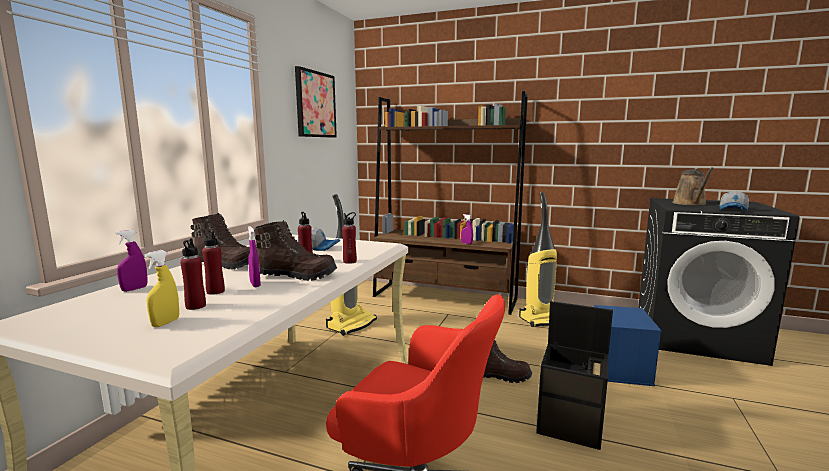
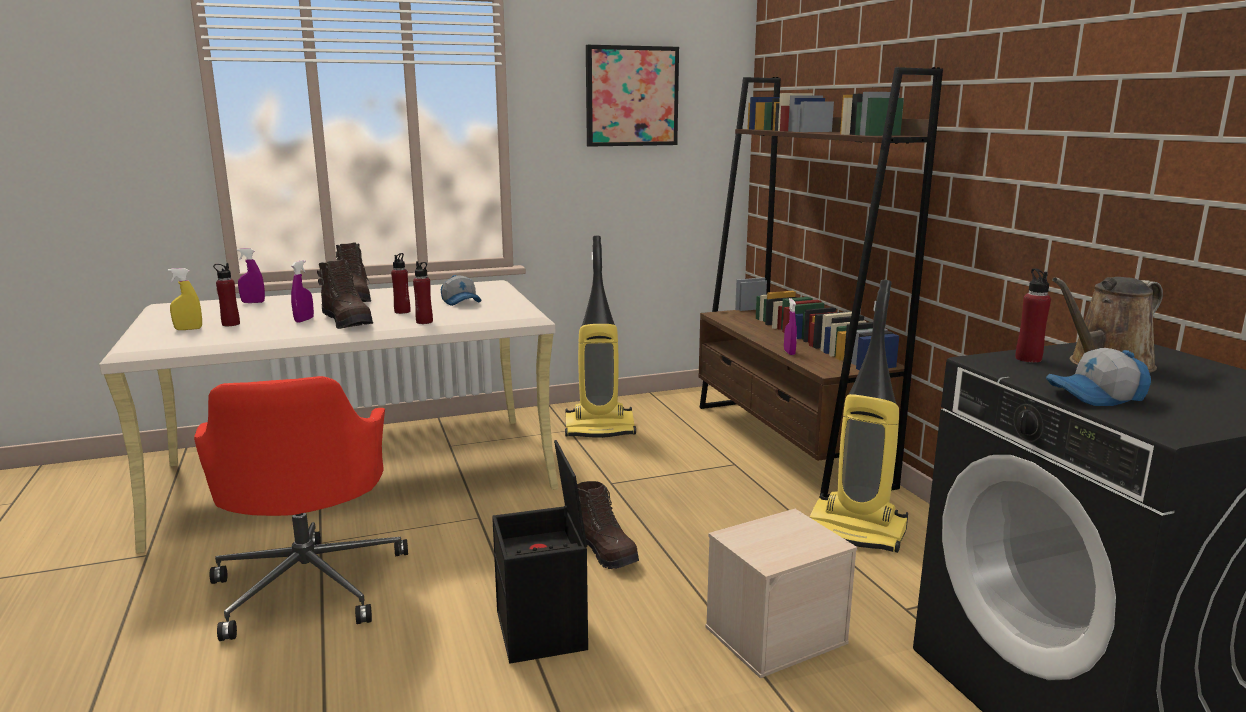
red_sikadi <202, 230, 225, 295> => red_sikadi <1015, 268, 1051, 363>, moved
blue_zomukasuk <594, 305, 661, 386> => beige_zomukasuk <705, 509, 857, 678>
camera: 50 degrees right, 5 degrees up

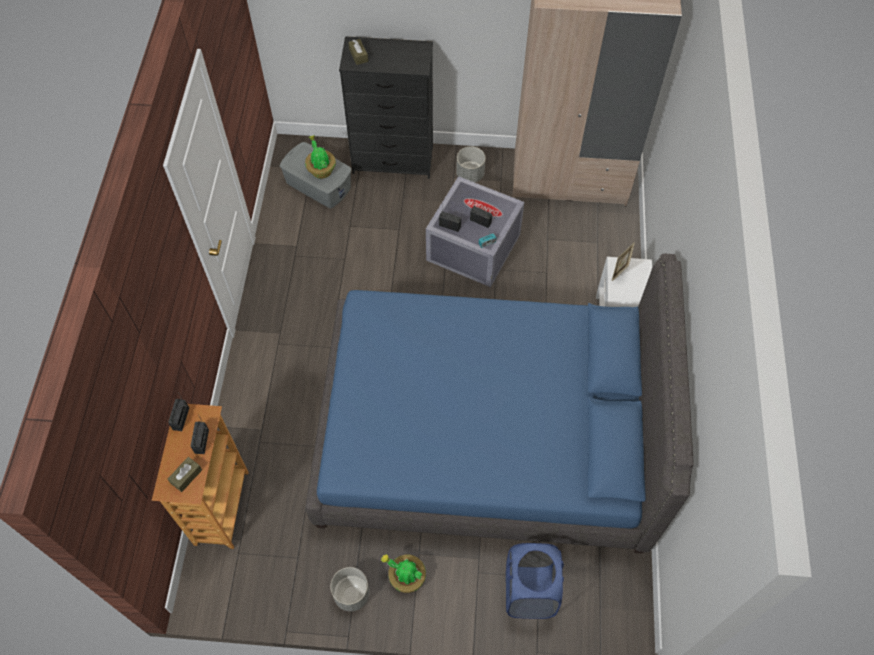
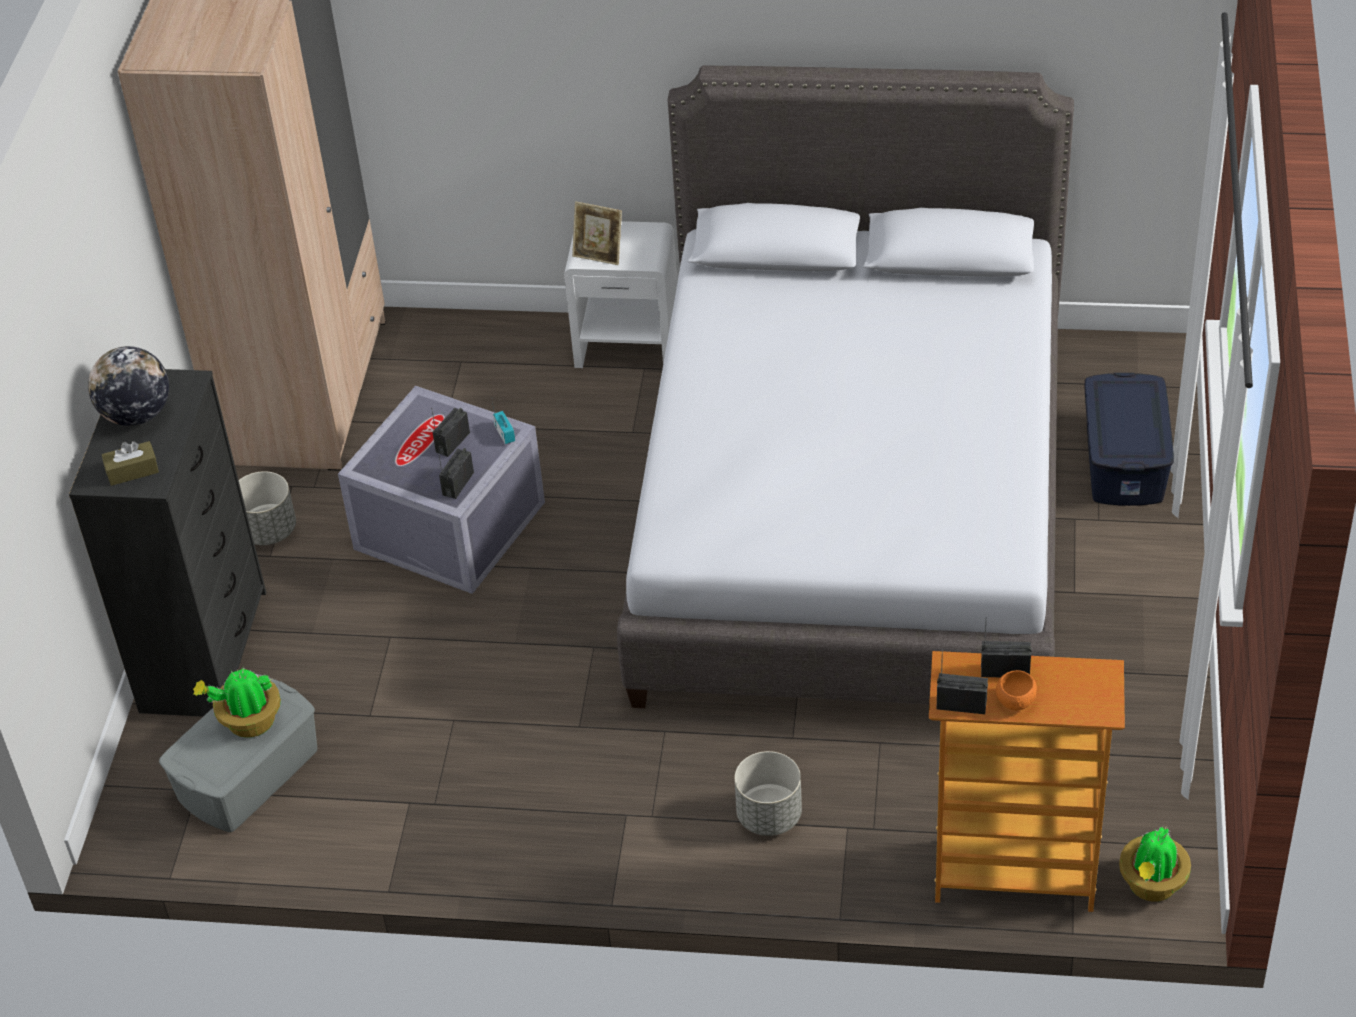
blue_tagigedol <306, 254, 694, 554> => grey_tagigedol <617, 66, 1074, 708>
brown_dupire <168, 457, 202, 492> => nothing
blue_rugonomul <506, 543, 564, 619> => blue_zomukasuk <1085, 373, 1174, 506>
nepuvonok <381, 554, 426, 593> => nepuvonok <1119, 827, 1191, 902>, moved
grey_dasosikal <330, 567, 370, 611> => grey_dasosikal <734, 751, 802, 836>, moved
nothing => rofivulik <88, 346, 169, 426>
nothing => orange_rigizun <996, 670, 1037, 711>
camera: 85 degrees left, 15 degrees down

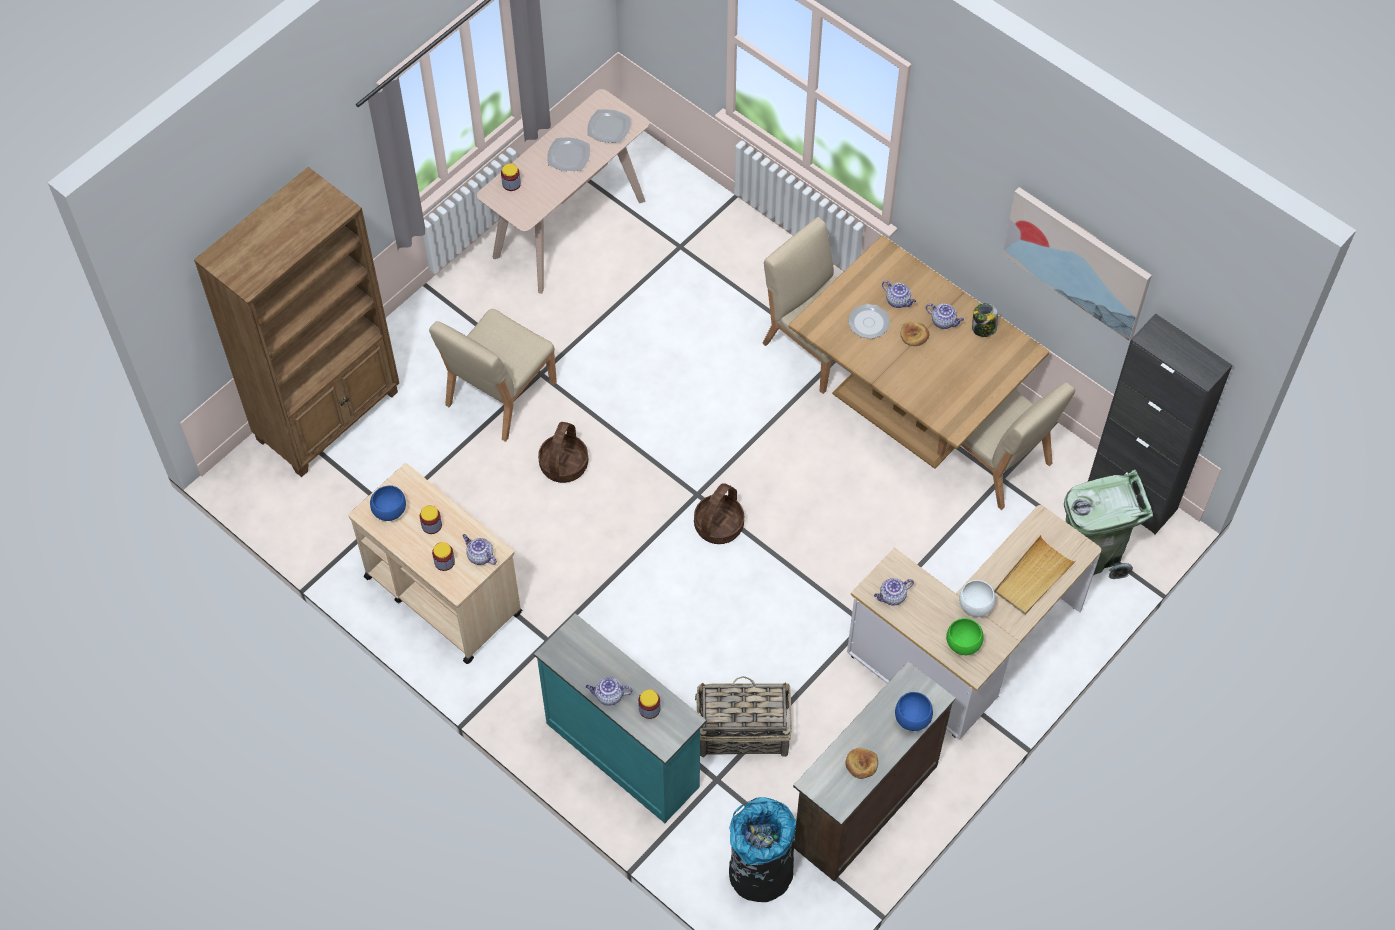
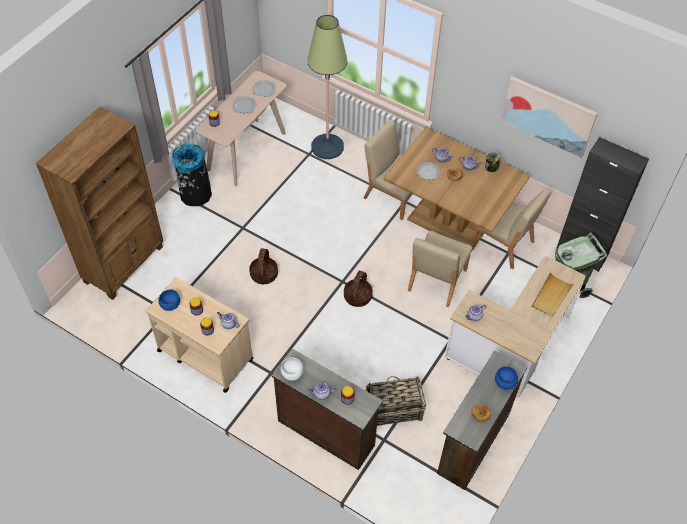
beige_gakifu <429, 309, 557, 442> => beige_gakifu <408, 231, 472, 307>, moved
white_rigizun <959, 580, 996, 617> => white_rigizun <280, 357, 304, 381>, moved
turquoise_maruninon <534, 613, 706, 823> => brown_maruninon <272, 348, 383, 470>
green_rigizun <946, 618, 984, 655> => nothing
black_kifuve <729, 797, 796, 902> => black_kifuve <172, 144, 212, 206>, moved
nothing => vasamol <308, 15, 347, 159>
camera: 10 degrees left, 5 degrees down

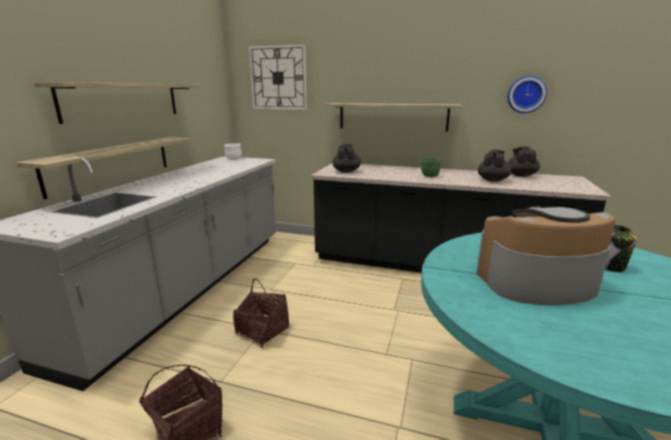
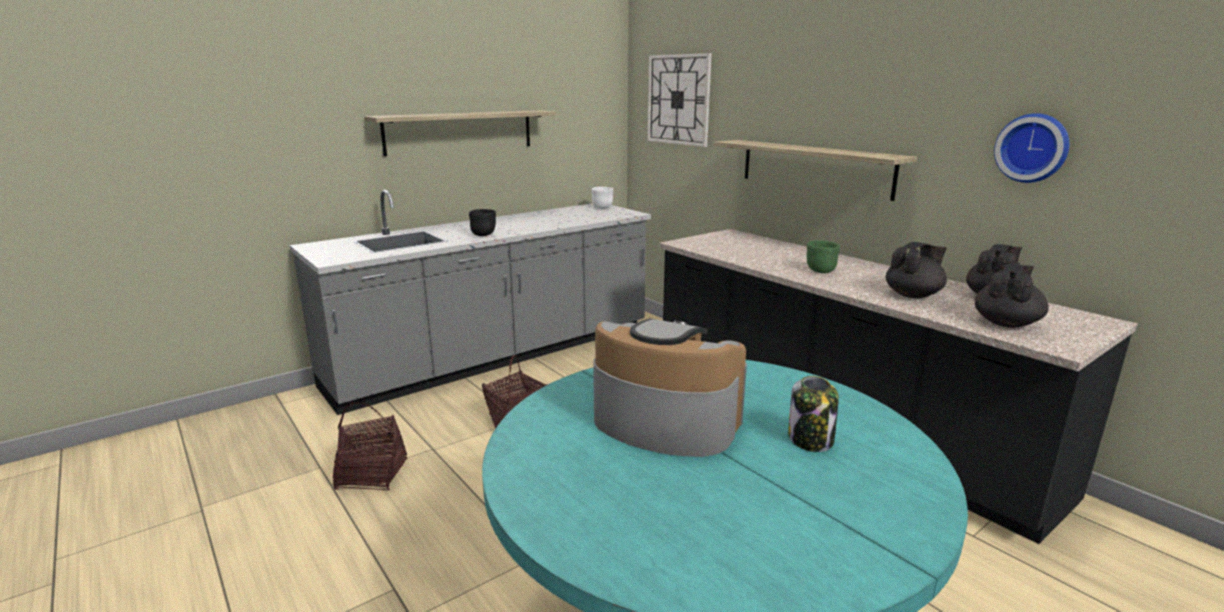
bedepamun <16, 137, 191, 199> => nothing
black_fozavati <333, 144, 361, 173> => black_fozavati <975, 264, 1049, 327>, moved
nothing => black_rigizun <469, 209, 496, 236>
camera: 35 degrees right, 0 degrees up

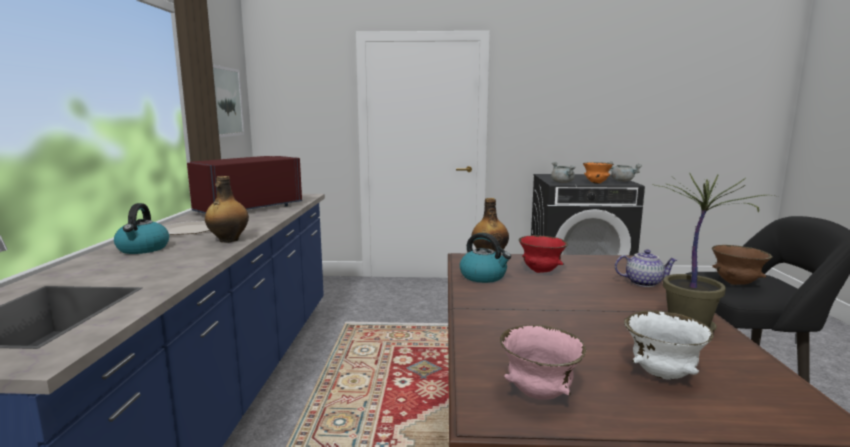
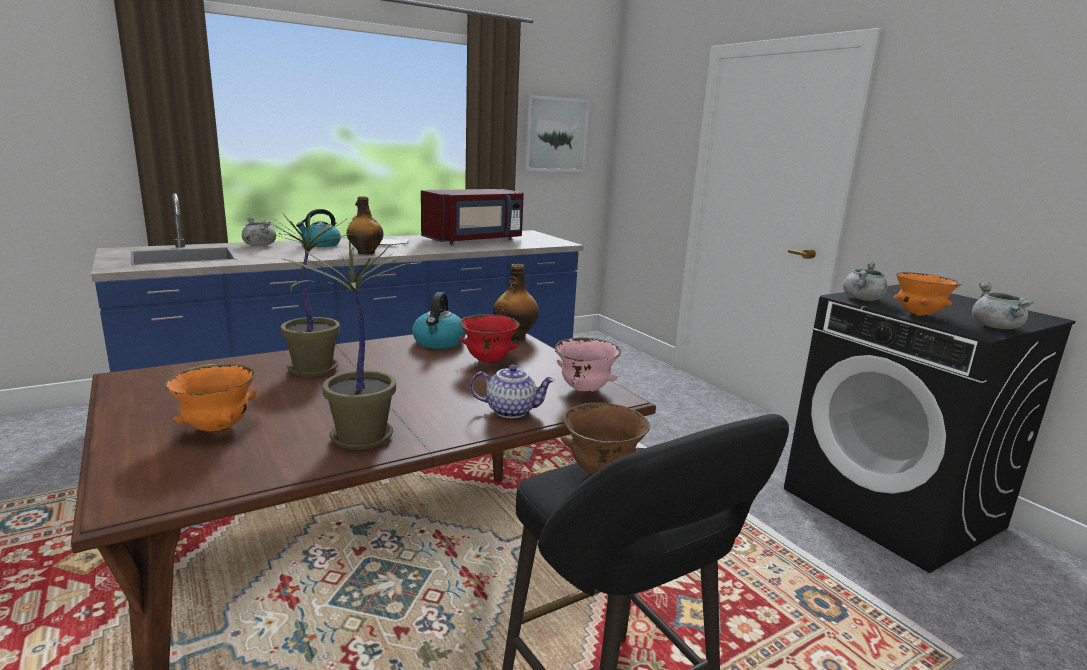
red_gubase <187, 156, 302, 214> => red_gubase <421, 189, 524, 244>, 135 degrees clockwise
fozavati <615, 249, 677, 287> => fozavati <470, 365, 555, 418>, 60 degrees counterclockwise
white_rigizun <624, 310, 714, 380> => orange_rigizun <165, 363, 256, 432>
pink_rigizun <500, 325, 586, 400> => pink_rigizun <555, 337, 621, 392>, moved
nothing => nepuvonok <261, 213, 361, 377>
nothing => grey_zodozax <242, 217, 276, 246>
camera: 55 degrees right, 5 degrees up

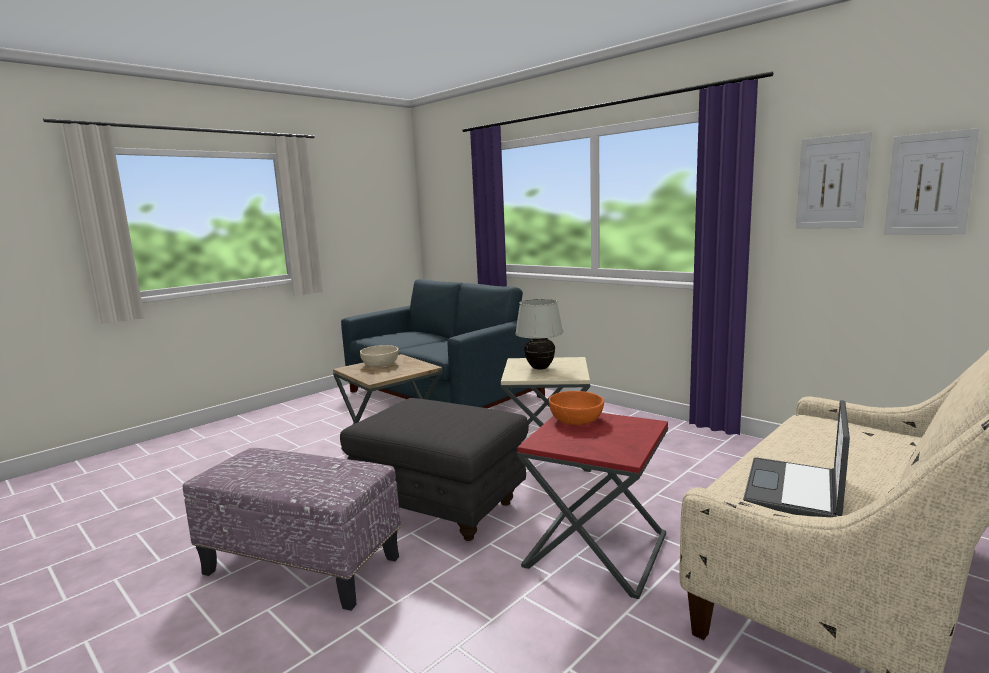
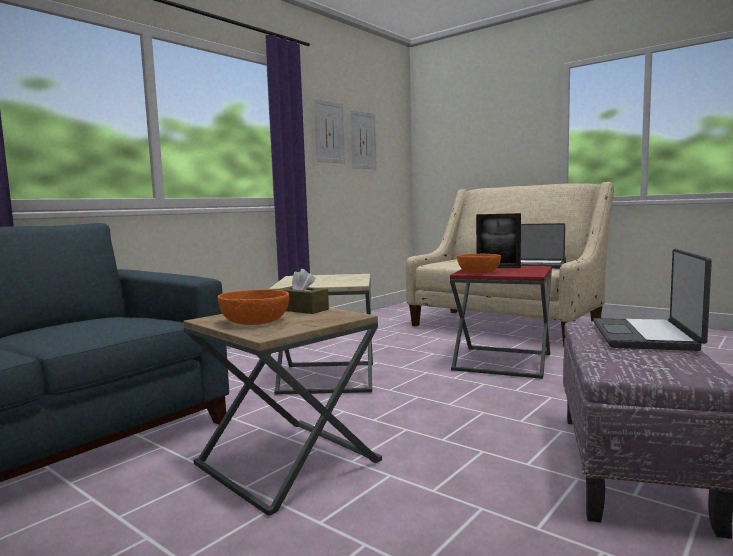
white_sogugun <515, 299, 563, 370> => nothing
beige_rigizun <360, 345, 399, 367> => orange_rigizun <218, 290, 289, 325>
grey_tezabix <340, 398, 529, 541> => nothing
nothing => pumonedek <476, 213, 521, 268>
nothing => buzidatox <593, 249, 712, 351>
nothing => brown_dupire <276, 269, 329, 314>
camera: 95 degrees left, 5 degrees down

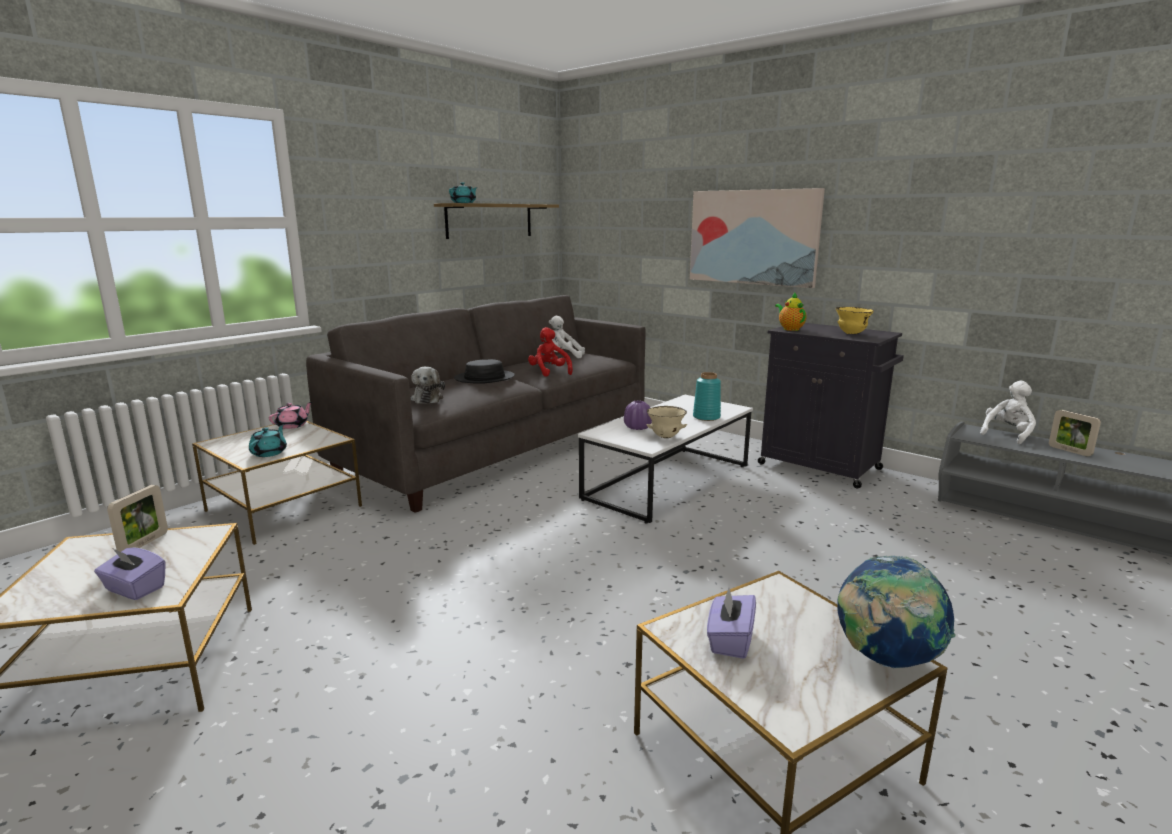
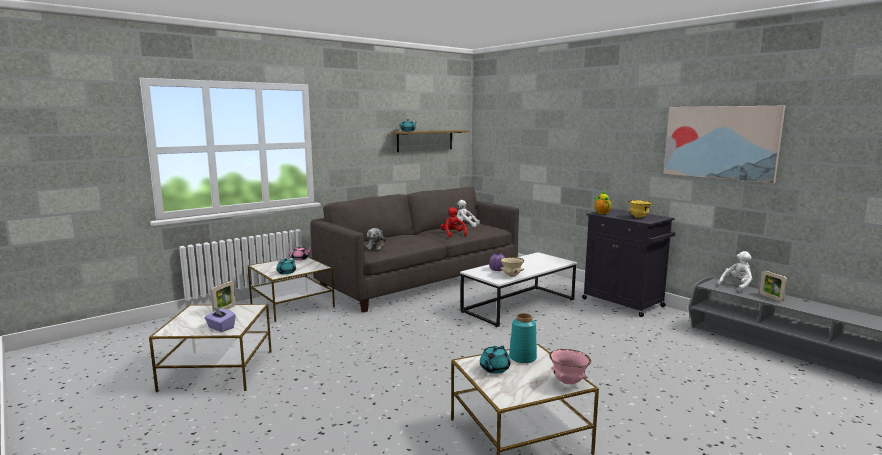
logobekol <690, 188, 825, 288> => logobekol <664, 106, 785, 183>, moved
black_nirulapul <454, 359, 515, 384> => nothing
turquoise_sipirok <693, 372, 721, 421> => turquoise_sipirok <509, 313, 537, 363>, moved
rofivulik <838, 556, 956, 668> => pink_rigizun <549, 349, 591, 384>
purple_dupire <707, 587, 756, 659> => turquoise_fozavati <480, 346, 510, 374>
camera: 10 degrees right, 5 degrees down

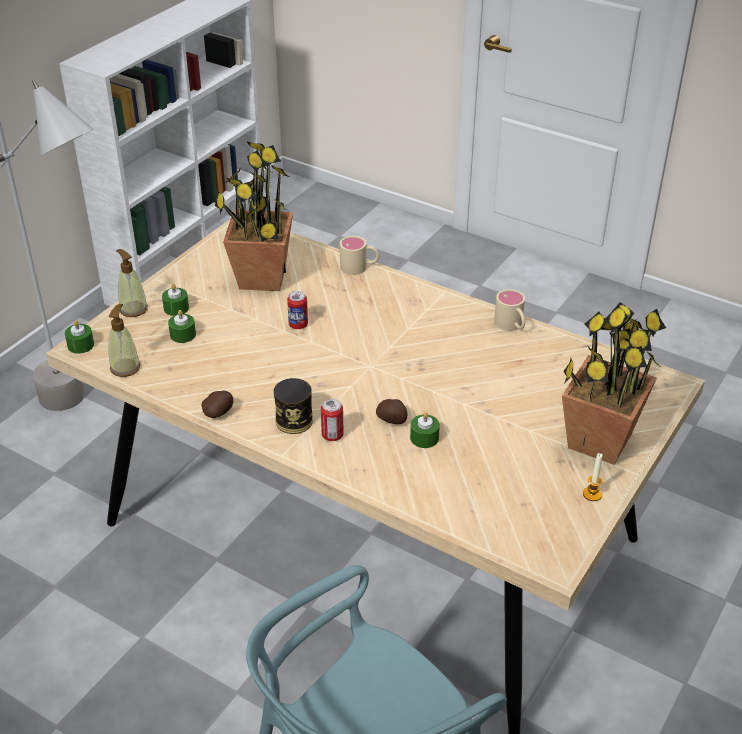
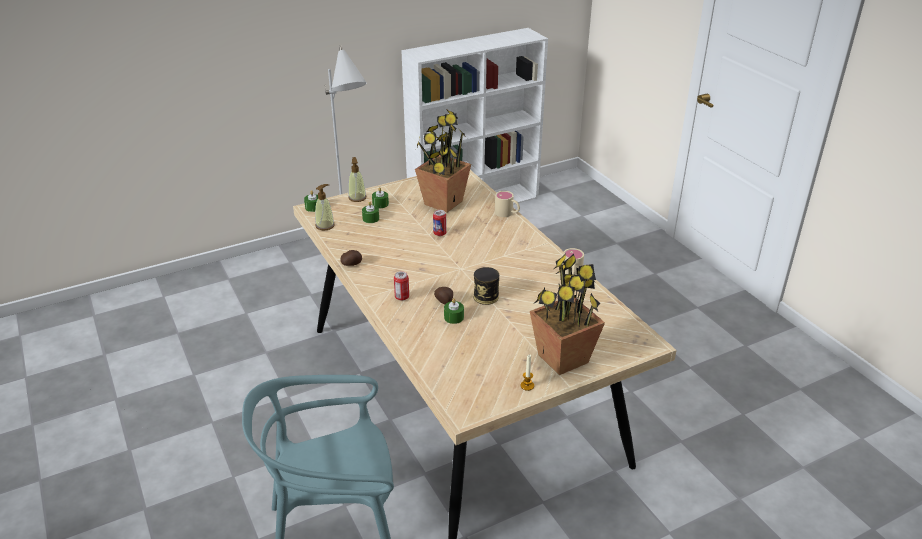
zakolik <274, 378, 313, 434> => zakolik <474, 267, 499, 305>, moved
camera: 30 degrees right, 5 degrees down

